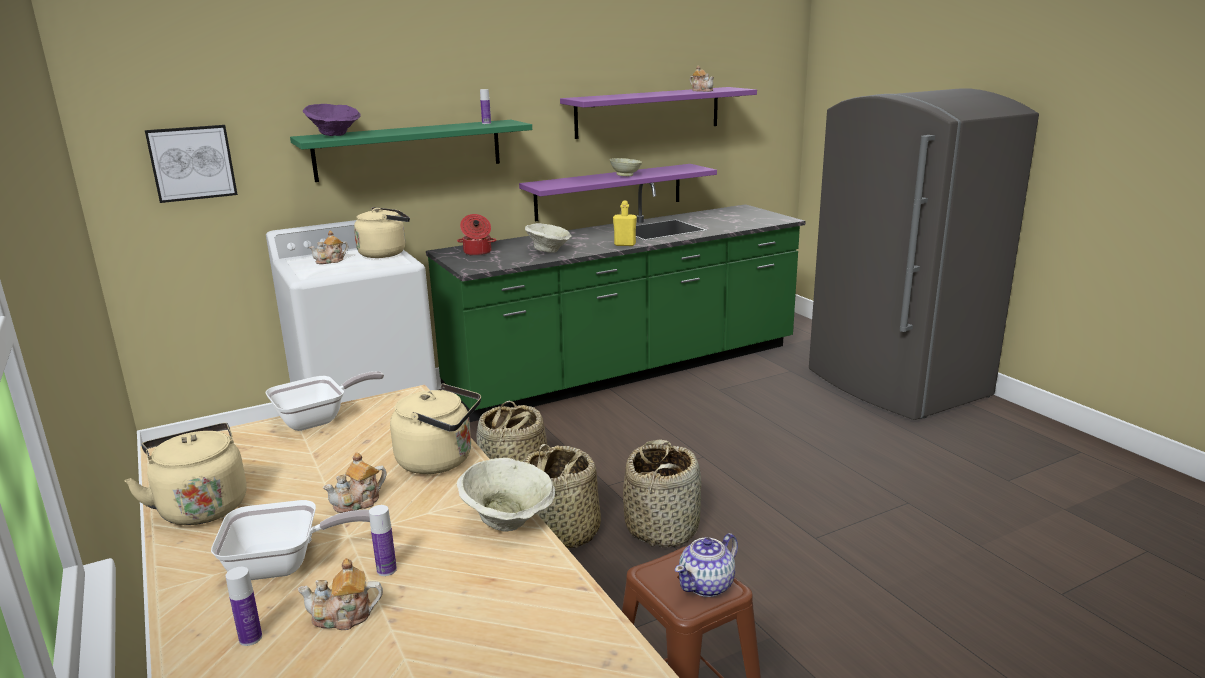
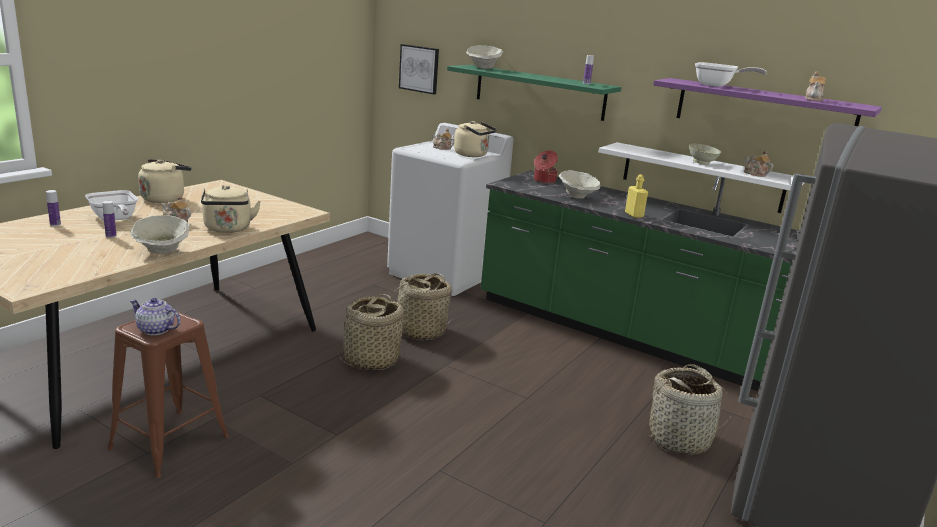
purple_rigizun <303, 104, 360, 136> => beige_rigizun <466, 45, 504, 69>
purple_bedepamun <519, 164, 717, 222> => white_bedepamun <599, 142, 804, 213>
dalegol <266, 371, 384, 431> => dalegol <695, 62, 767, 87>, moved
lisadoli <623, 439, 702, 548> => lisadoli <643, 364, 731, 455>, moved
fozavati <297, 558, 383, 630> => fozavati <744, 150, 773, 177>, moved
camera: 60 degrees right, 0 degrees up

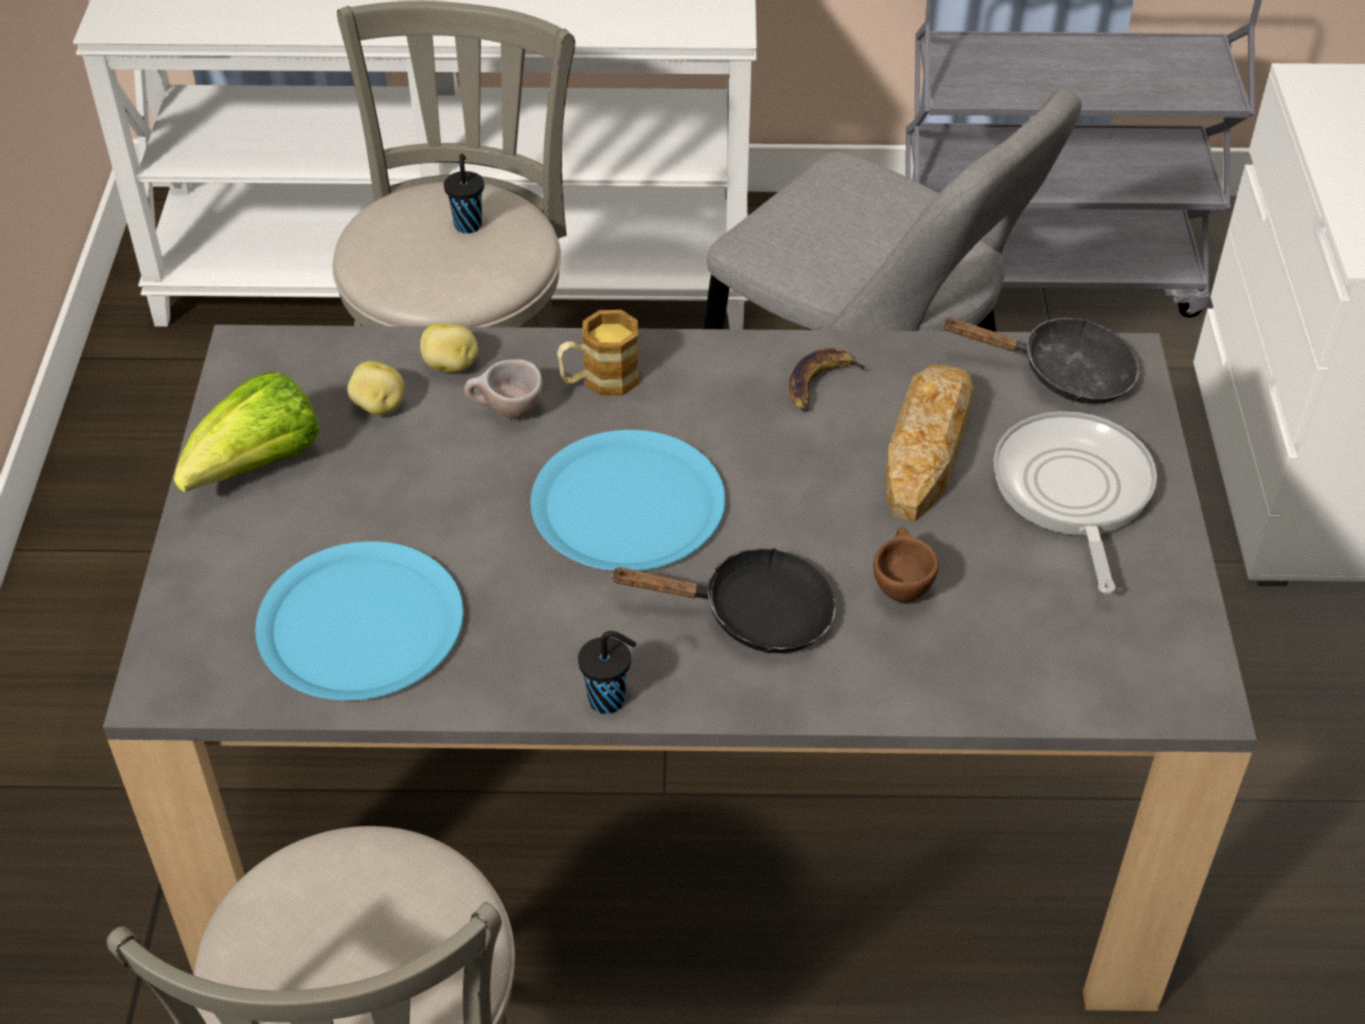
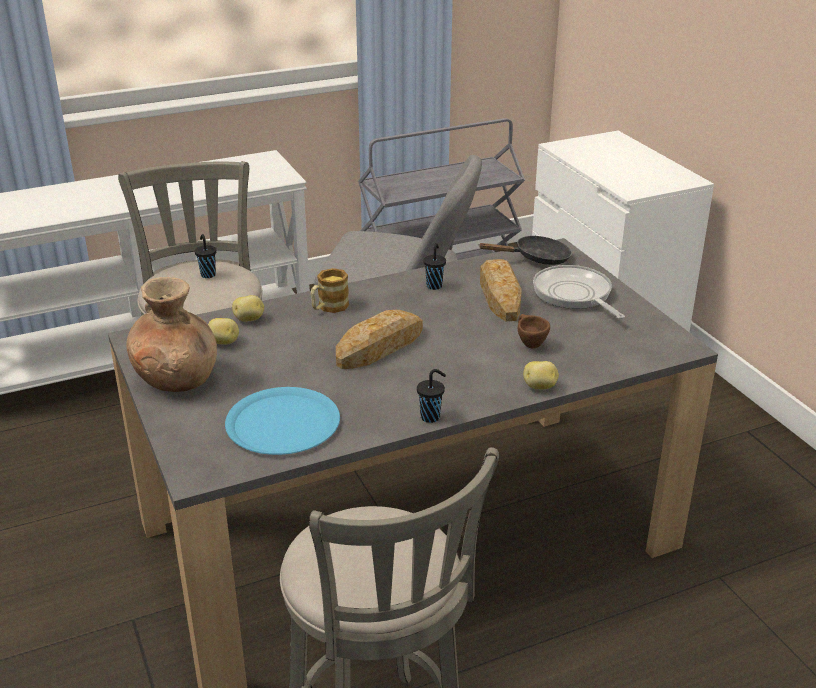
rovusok <789, 348, 872, 411> => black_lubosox <423, 243, 446, 290>
beige_lubosox <464, 359, 542, 420> => nothing
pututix <174, 371, 319, 493> => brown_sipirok <126, 277, 217, 392>
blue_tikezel <530, 430, 725, 571> => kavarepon <336, 310, 423, 369>
black_dalegol <609, 548, 836, 653> => nothing
nothing => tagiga <523, 361, 559, 389>
camera: 25 degrees left, 15 degrees down

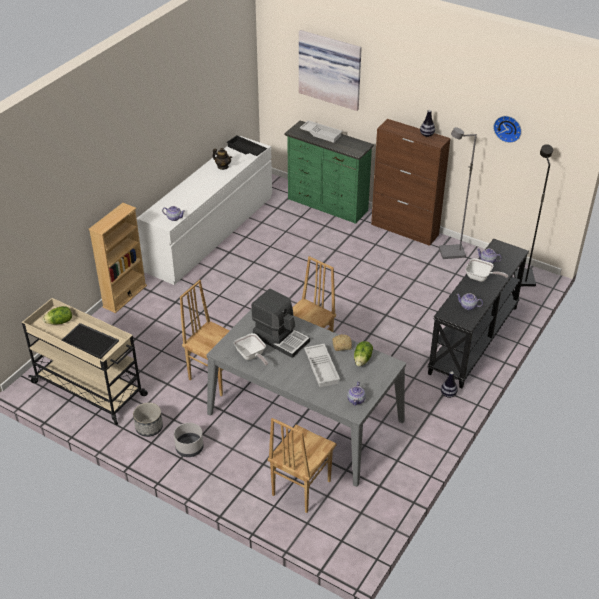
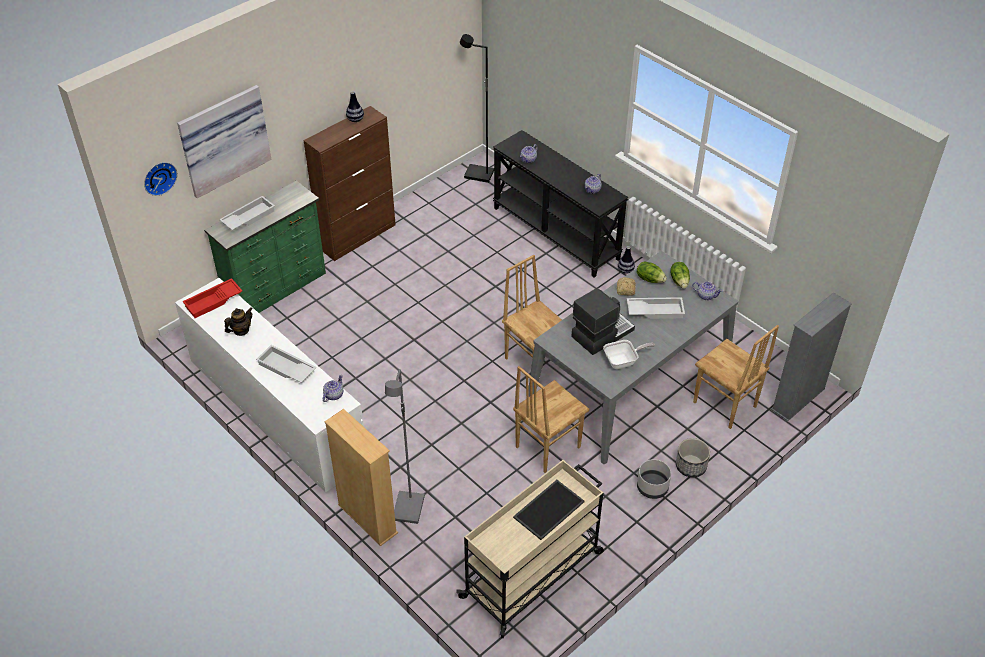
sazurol <493, 116, 522, 143> => sazurol <144, 162, 177, 196>, moved
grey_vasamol <439, 127, 477, 259> => grey_vasamol <385, 369, 425, 524>, moved
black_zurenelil <226, 136, 267, 156> => red_zurenelil <183, 278, 242, 318>
dalegol <465, 258, 508, 282> => nothing
pututix <43, 306, 72, 324> => pututix <670, 262, 690, 289>, moved
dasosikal <133, 403, 163, 437> => dasosikal <676, 438, 710, 477>, moved
nothing => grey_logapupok <771, 292, 852, 422>
nothing => white_zurenelil <256, 345, 317, 383>
camera: 75 degrees left, 5 degrees up

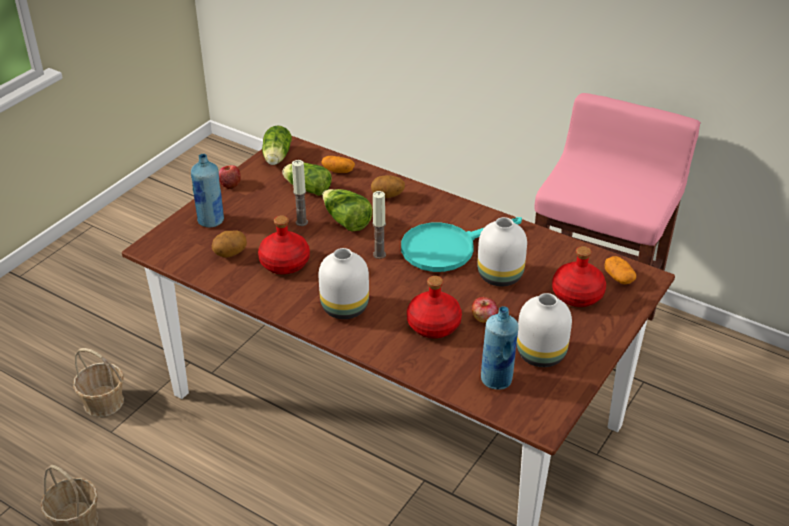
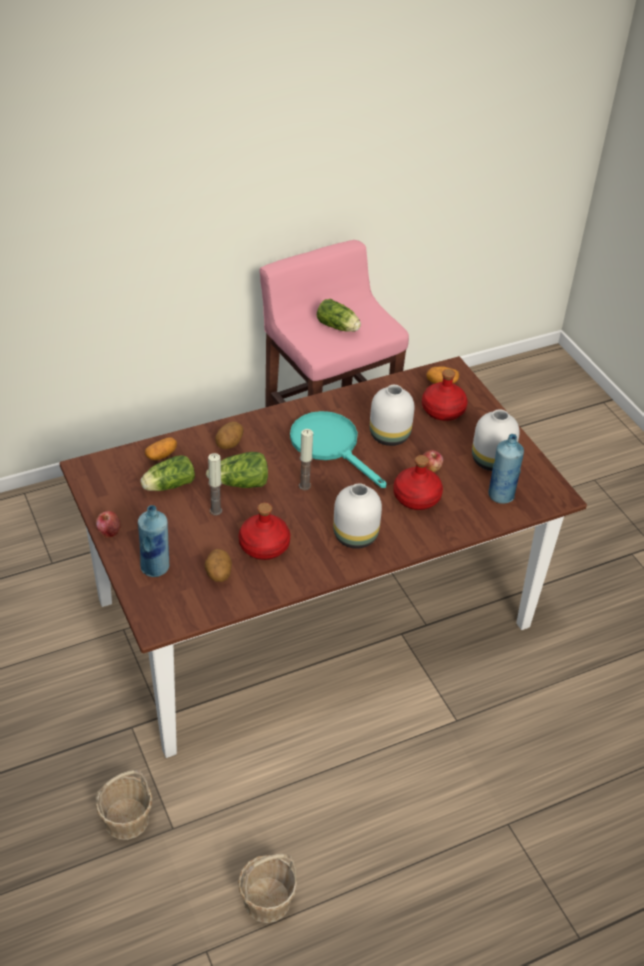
pututix <262, 126, 292, 165> => pututix <317, 299, 361, 332>, moved
turquoise_dalegol <401, 217, 522, 272> => turquoise_dalegol <290, 411, 387, 488>, 135 degrees clockwise
camera: 60 degrees left, 5 degrees up

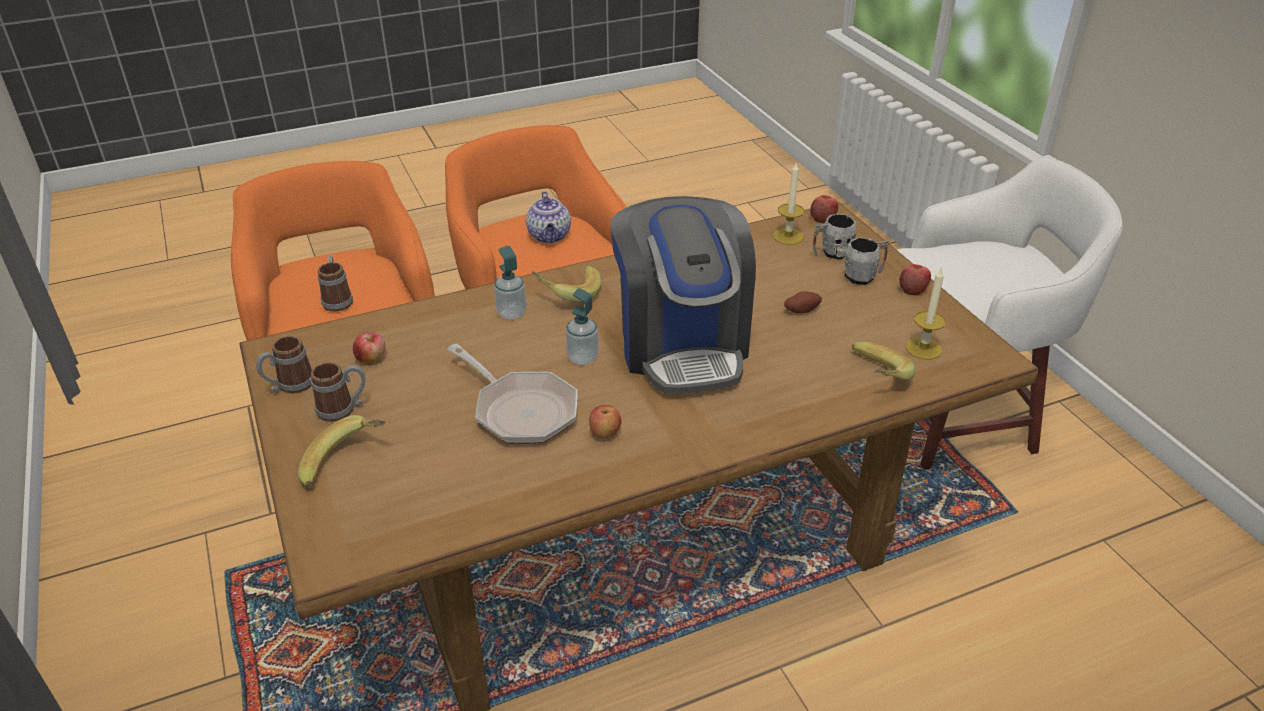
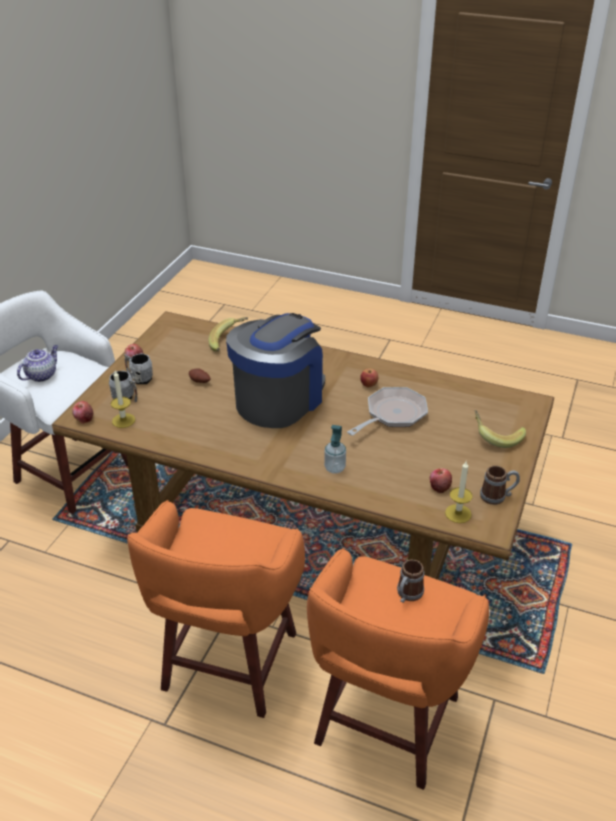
fozavati <526, 191, 571, 243> => fozavati <17, 345, 58, 382>, moved
rovusok <531, 266, 601, 302> => nothing
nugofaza <906, 267, 946, 360> => nugofaza <445, 462, 473, 523>, moved
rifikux <566, 288, 599, 365> => nothing
dalegol <447, 344, 577, 444> => dalegol <347, 387, 428, 436>, 45 degrees clockwise
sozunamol <310, 362, 366, 422> => nothing
camera: 135 degrees left, 0 degrees up

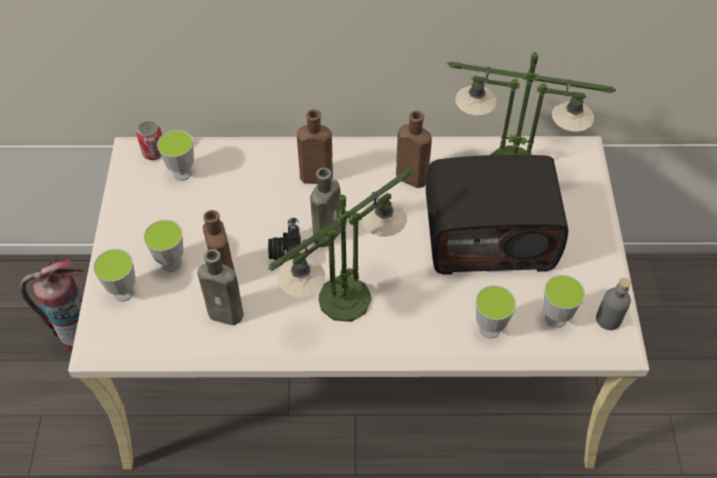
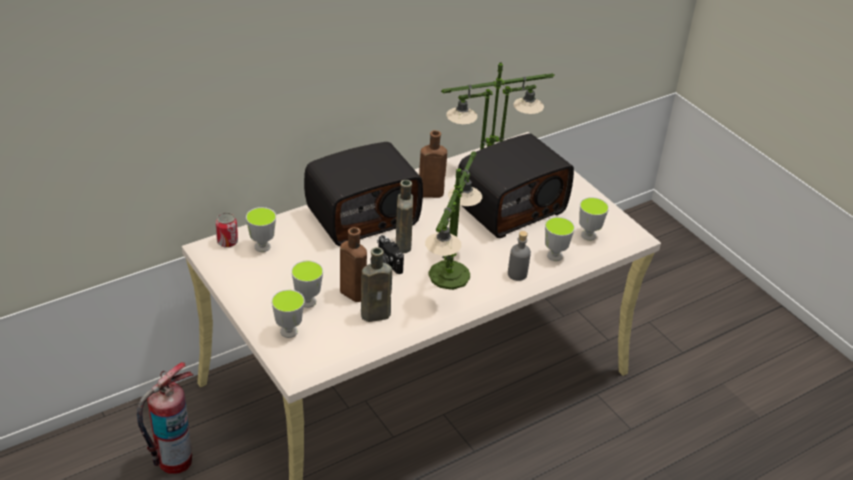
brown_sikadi <297, 109, 333, 184> => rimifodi <304, 142, 423, 246>
grey_sikadi <596, 278, 631, 330> => grey_sikadi <508, 231, 531, 281>, moved
camera: 35 degrees left, 15 degrees down

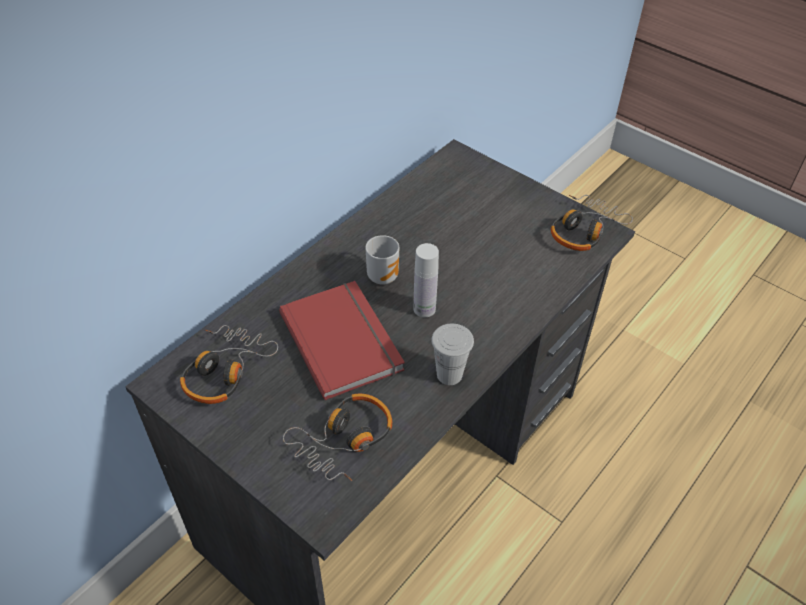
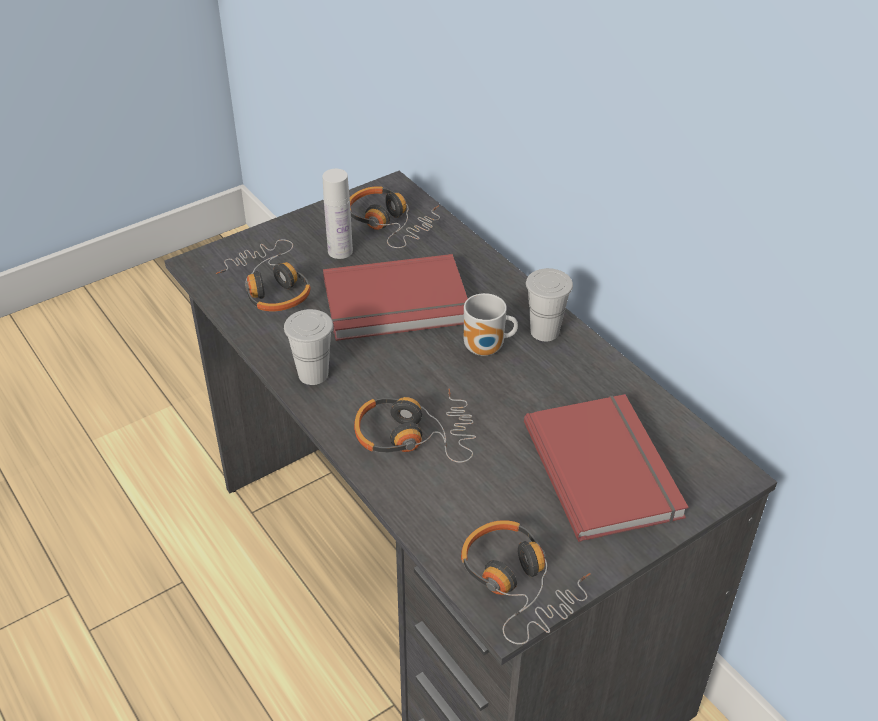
white_sikadi <413, 243, 439, 317> => white_sikadi <323, 169, 353, 259>, moved
nothing => white_lubosox <526, 268, 573, 341>
nothing => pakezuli <354, 388, 476, 463>
nothing => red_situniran <524, 394, 688, 542>
camera: 105 degrees right, 5 degrees down

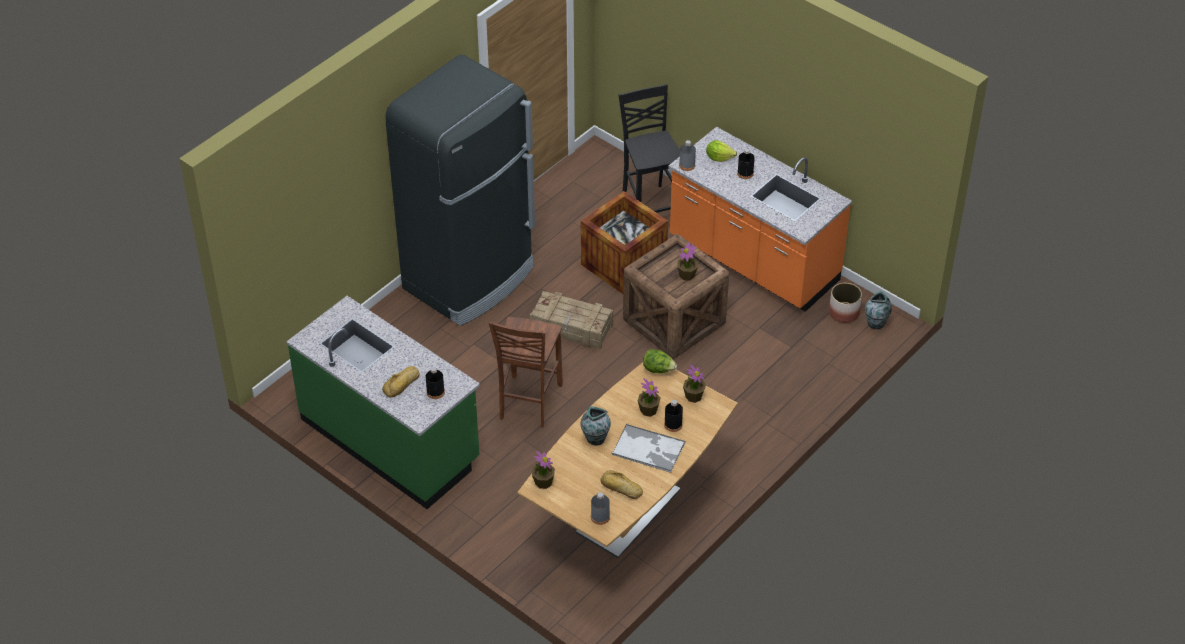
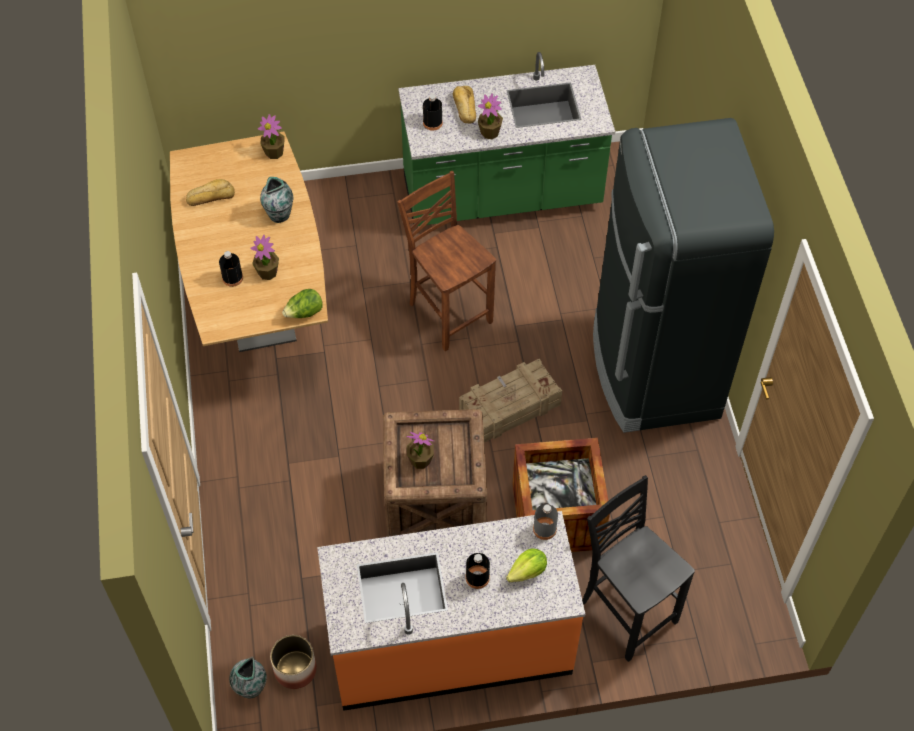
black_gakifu <618, 84, 680, 213> => black_gakifu <582, 475, 695, 662>, 150 degrees counterclockwise
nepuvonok <683, 364, 706, 403> => nepuvonok <478, 94, 503, 139>, moved
zurenelil <612, 424, 686, 473> => nothing
grey_sikadi <591, 492, 610, 525> => nothing
camera: 130 degrees right, 10 degrees up

